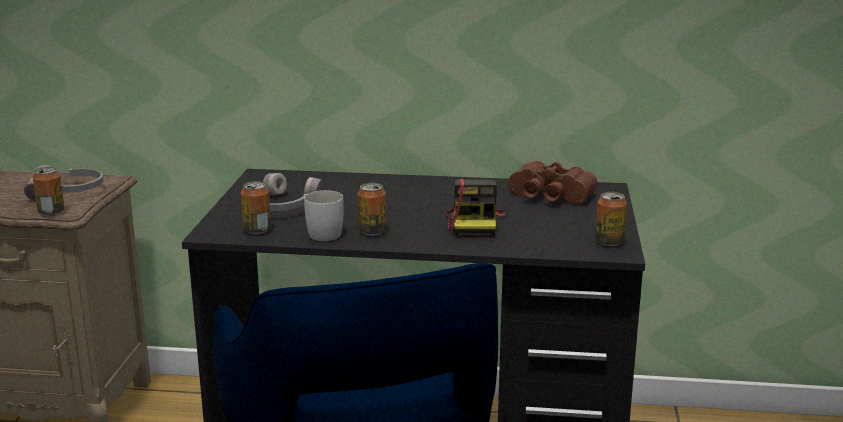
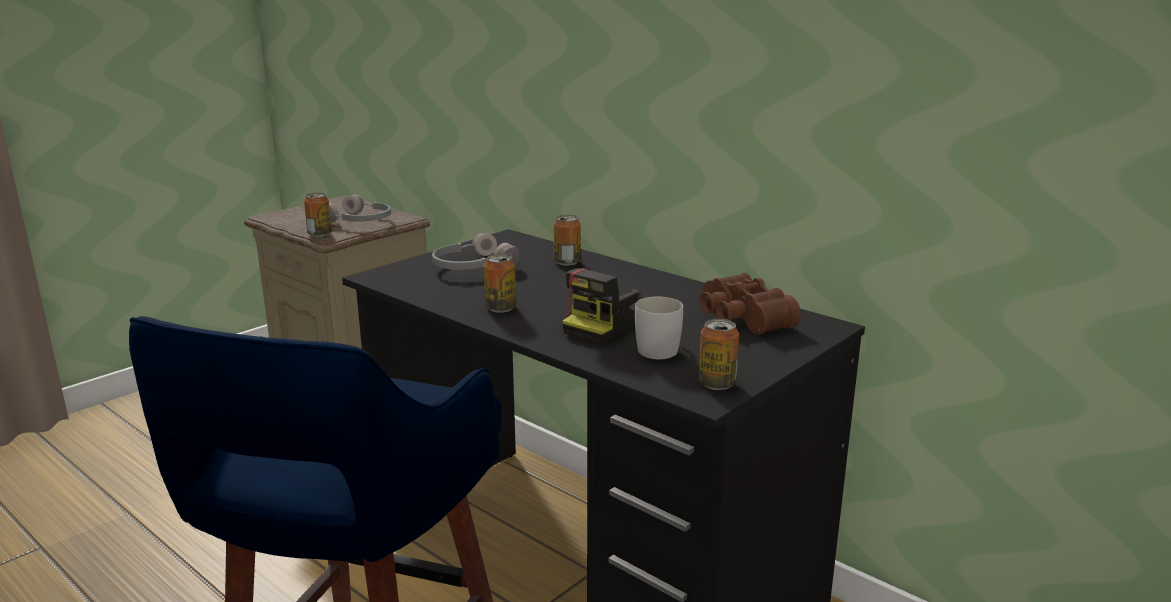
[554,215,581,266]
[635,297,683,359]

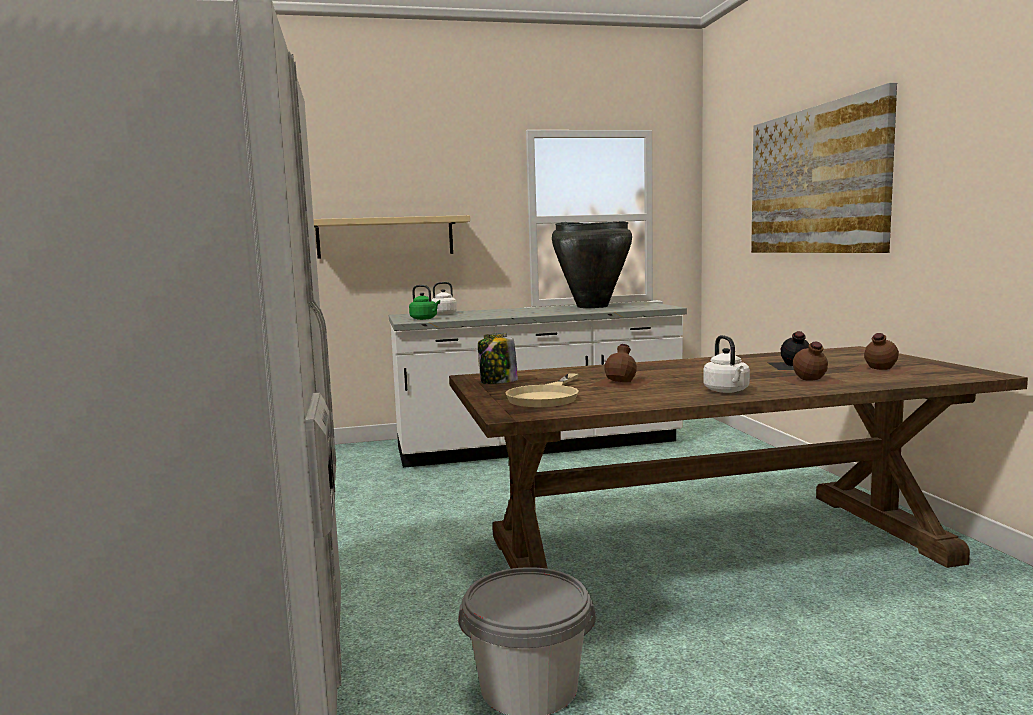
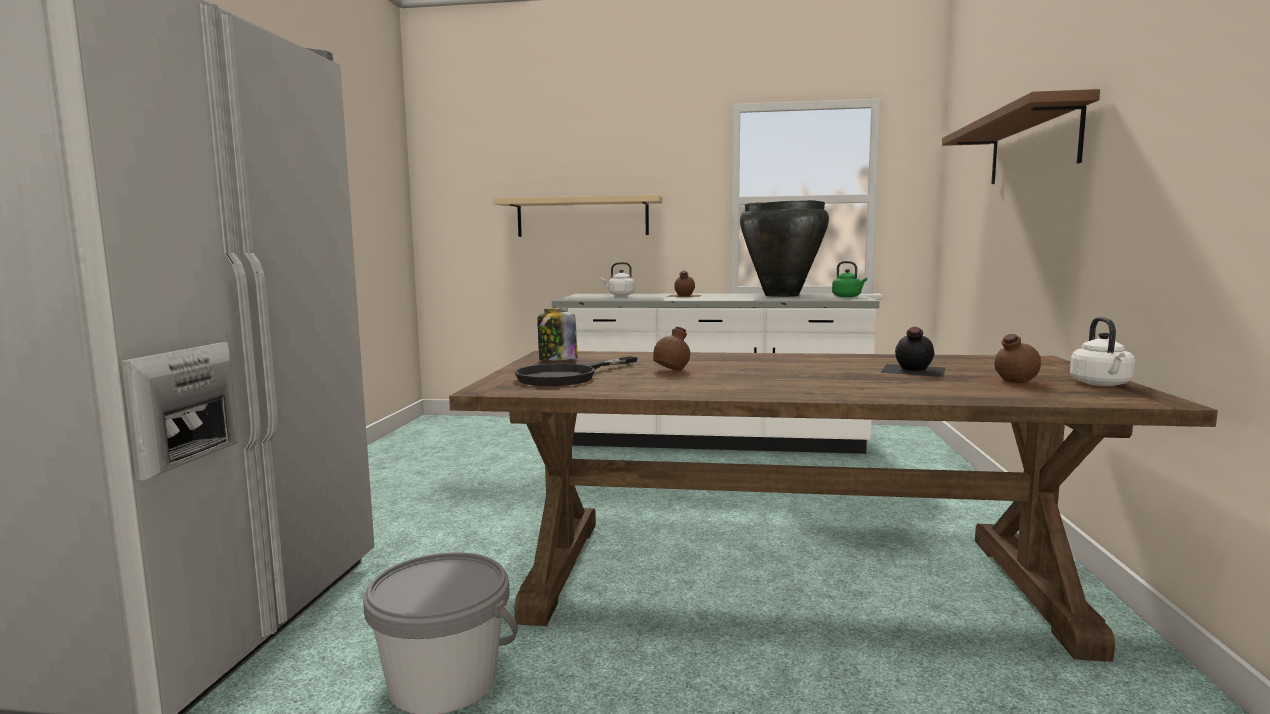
[515,356,638,386]
[667,271,701,297]
[832,261,867,297]
[942,89,1100,184]
[1070,317,1135,386]

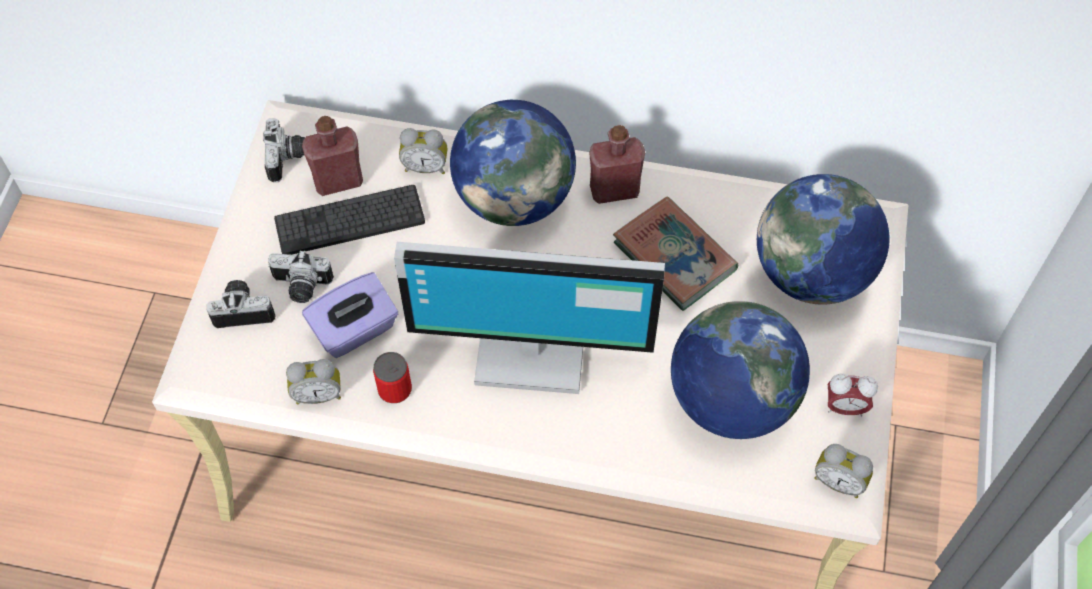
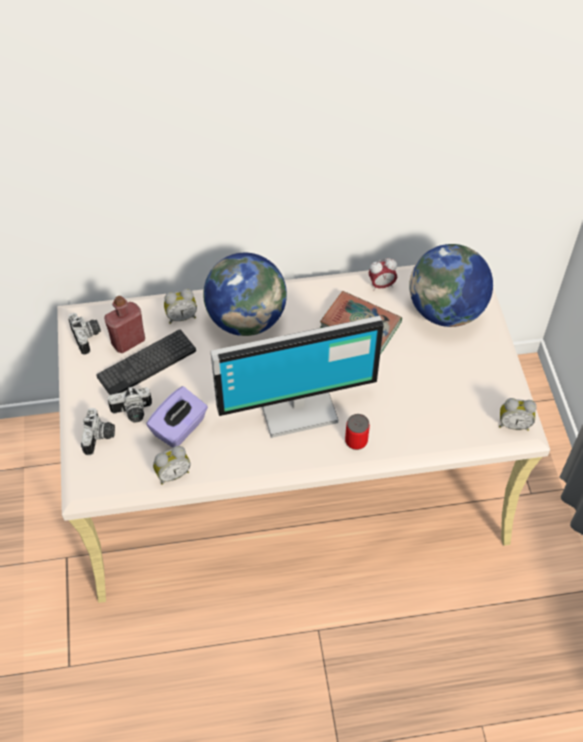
[81,408,115,455]
[345,414,370,450]
[369,258,397,291]
[589,125,645,204] (first image)
[671,301,810,439] (first image)

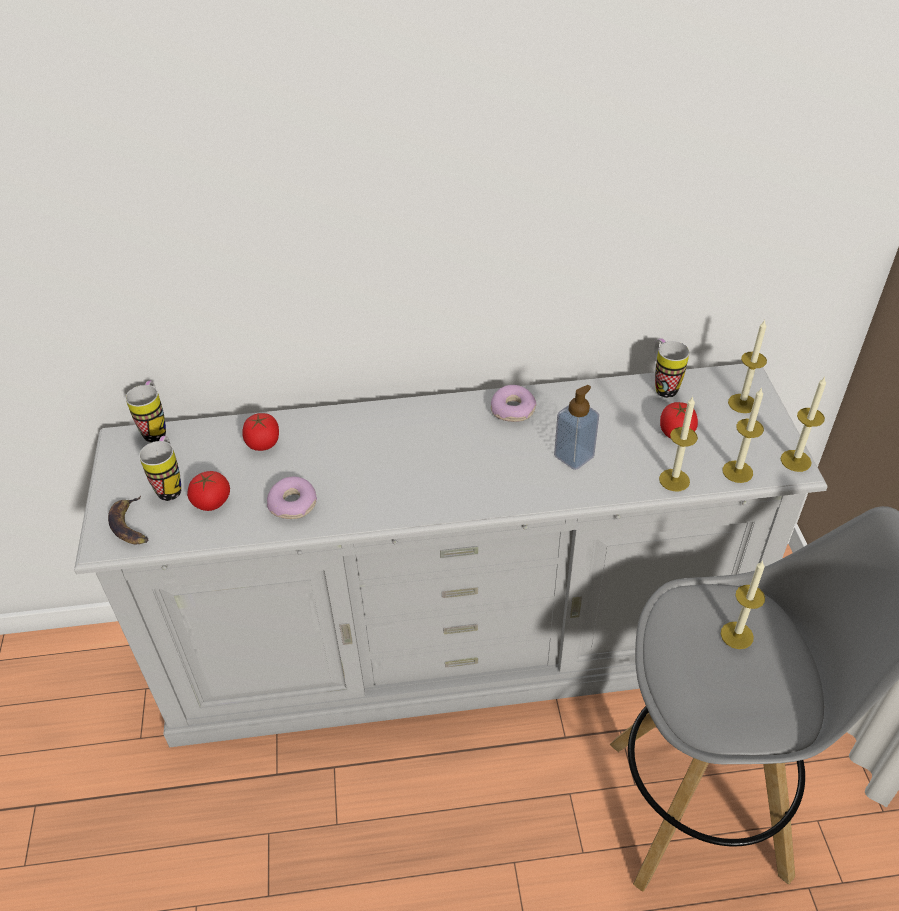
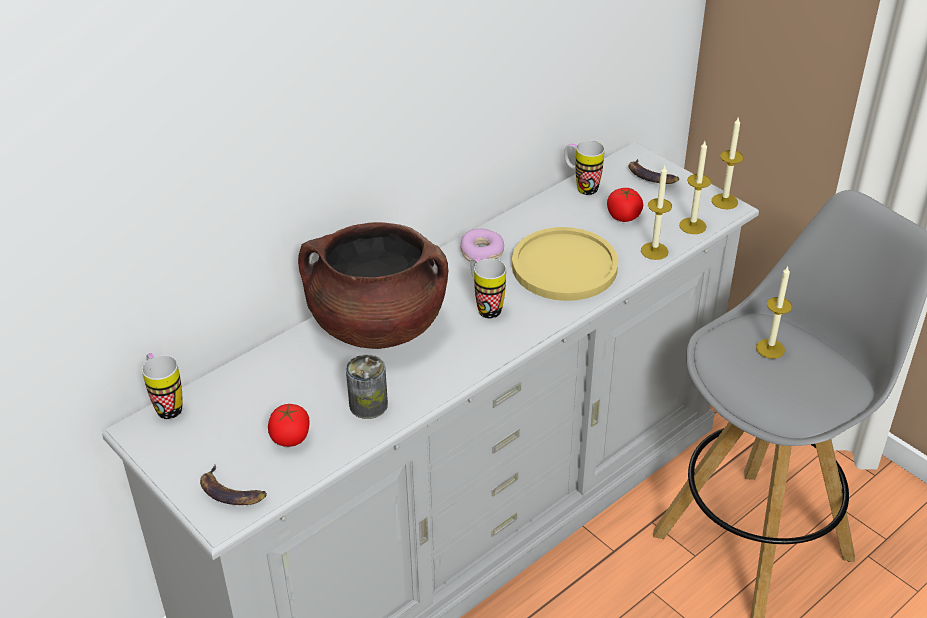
[298,222,448,349]
[346,354,388,419]
[471,258,506,319]
[512,227,618,301]
[629,159,679,184]
[242,413,279,451] (first image)

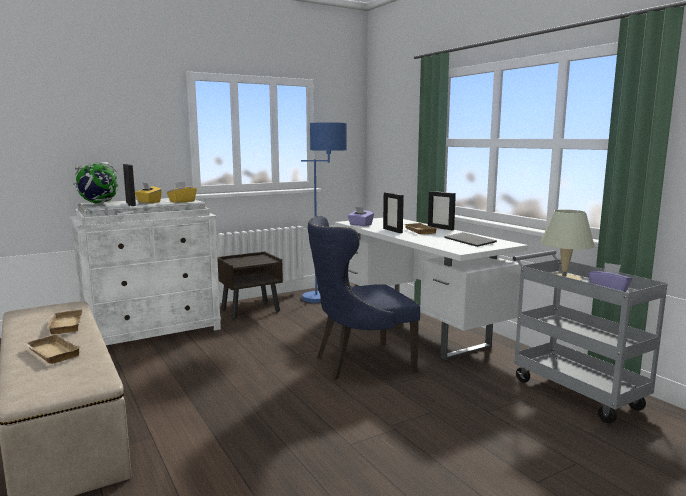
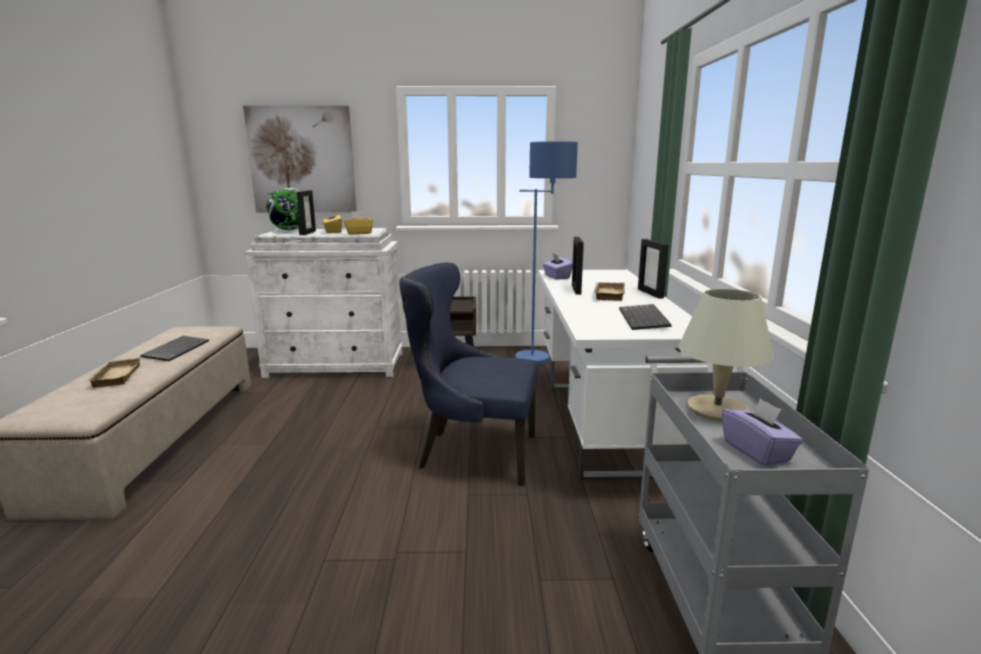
[140,336,209,361]
[243,106,356,212]

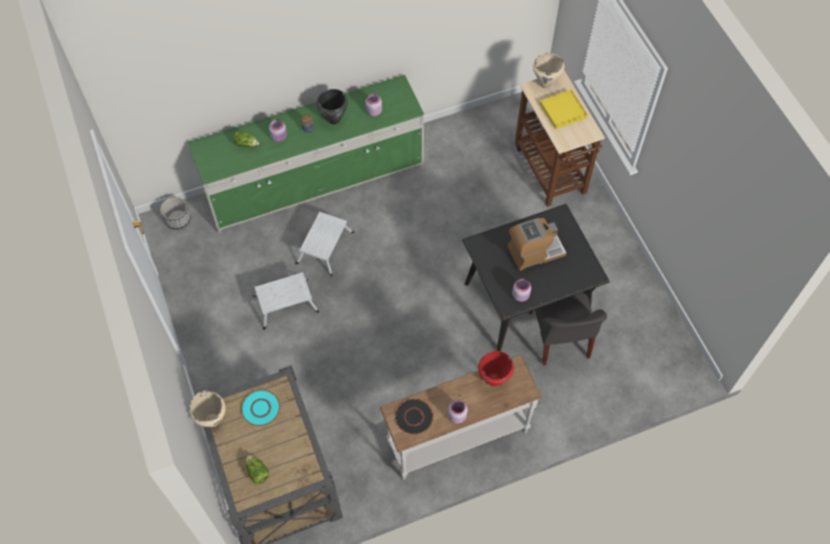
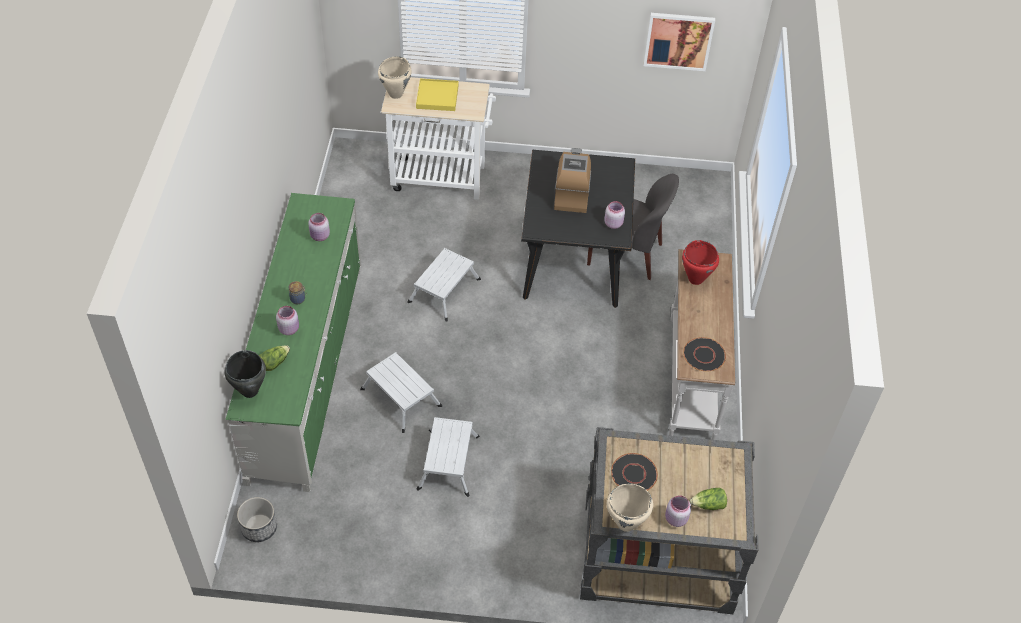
[225,350,266,398]
[381,77,496,200]
[407,248,481,321]
[611,453,658,491]
[644,13,715,71]
[665,495,691,527]

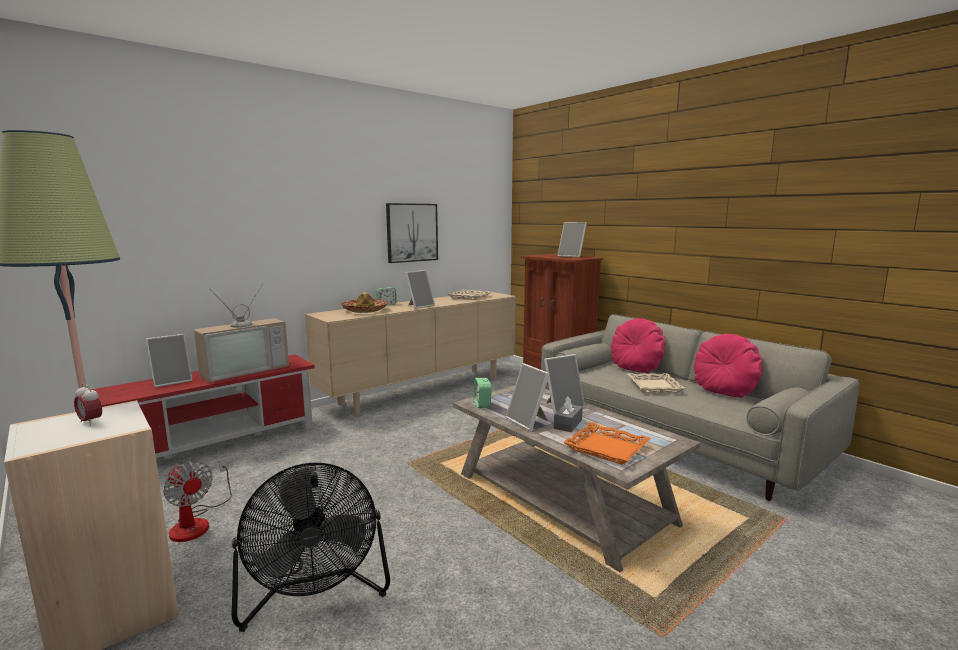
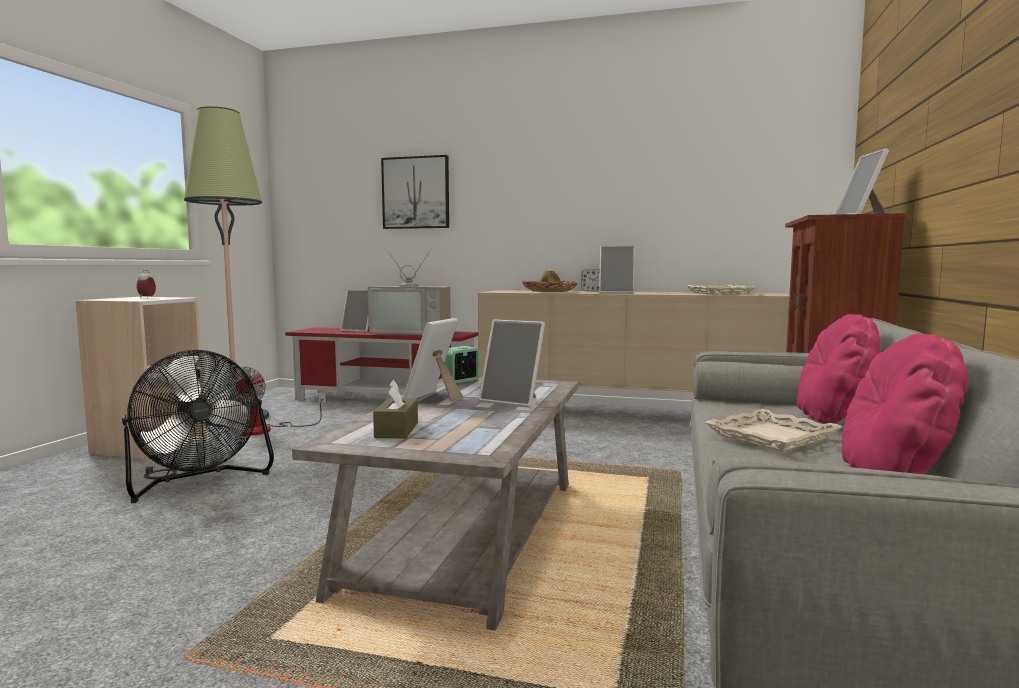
[122,350,274,503]
[373,380,418,438]
[381,155,449,229]
[554,396,583,432] (first image)

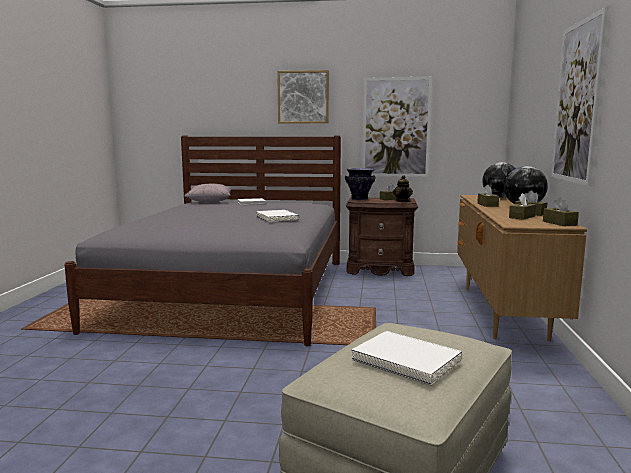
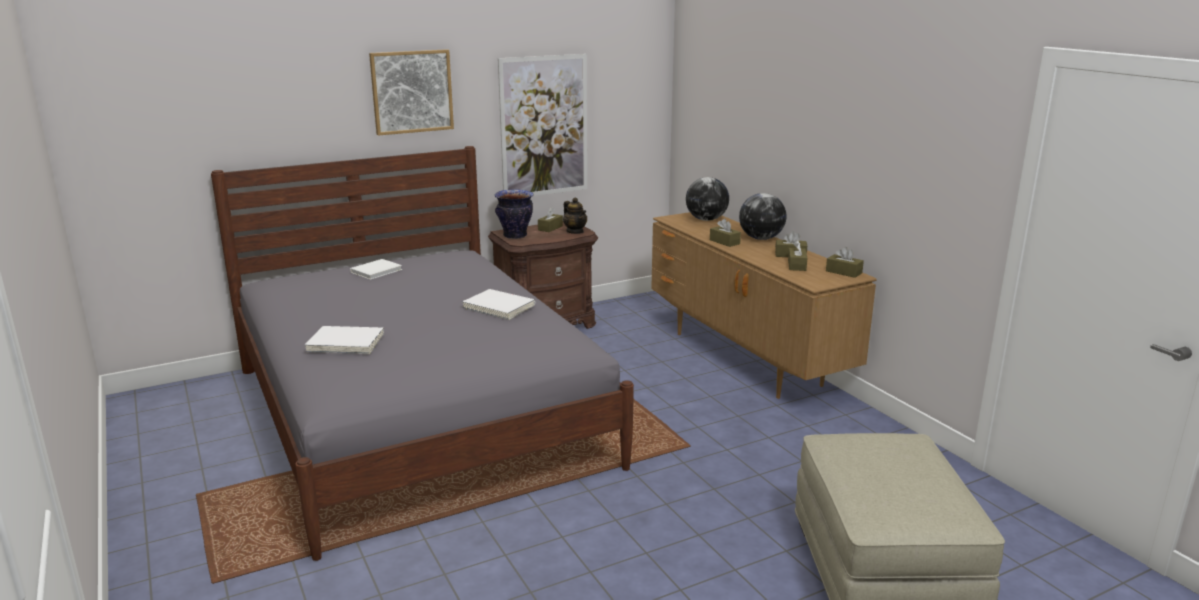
[305,326,384,354]
[184,183,231,202] (first image)
[551,7,608,186] (first image)

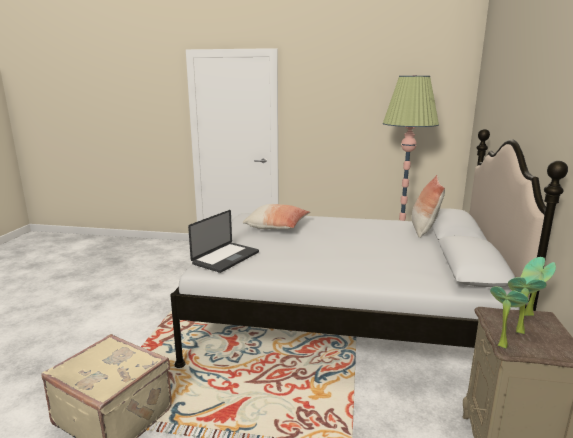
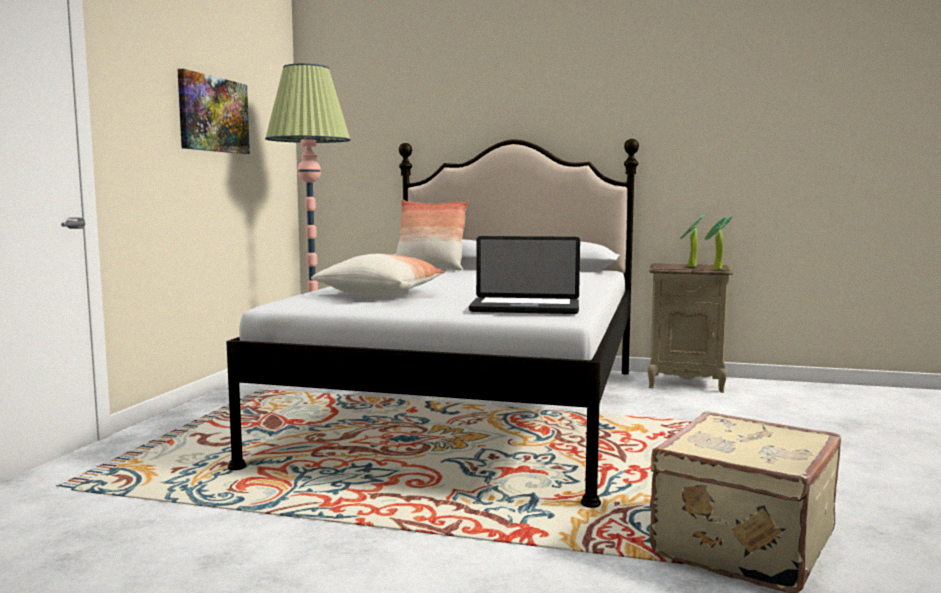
[177,69,250,154]
[469,236,580,314]
[521,257,556,316] (first image)

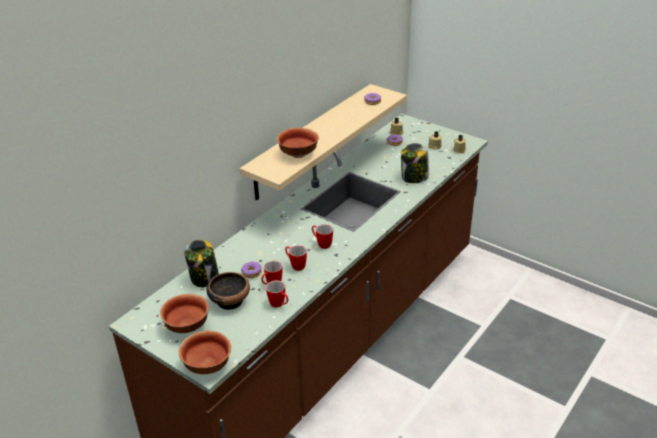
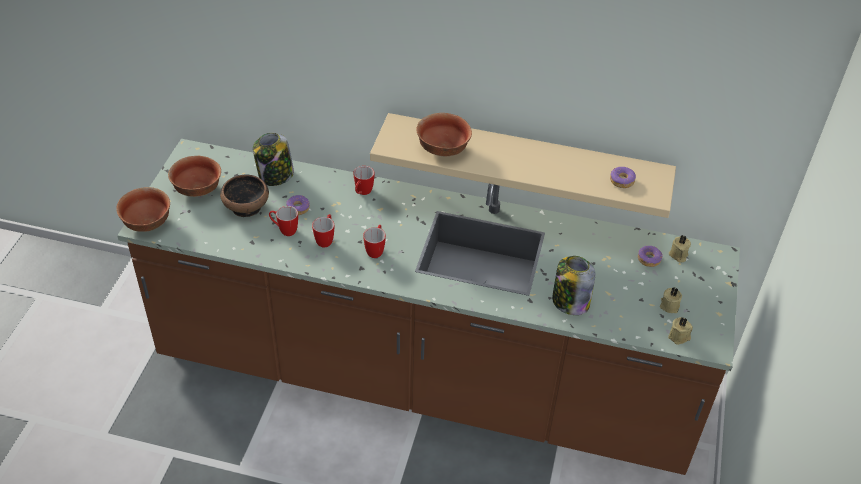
[353,166,374,195]

